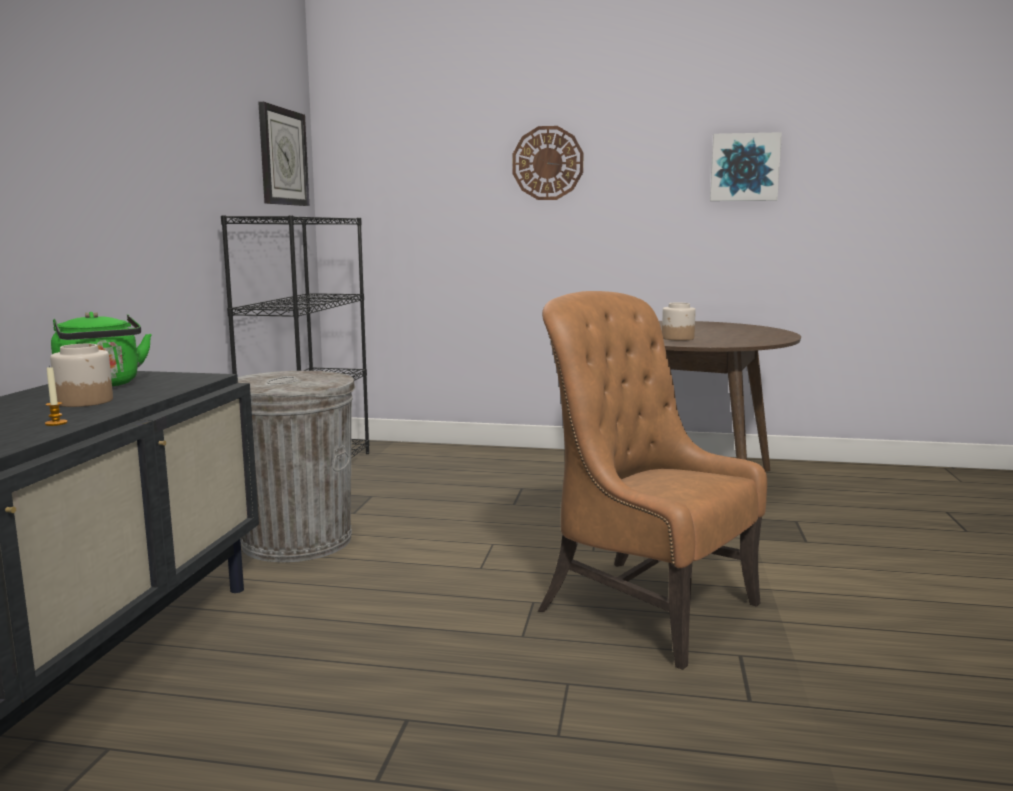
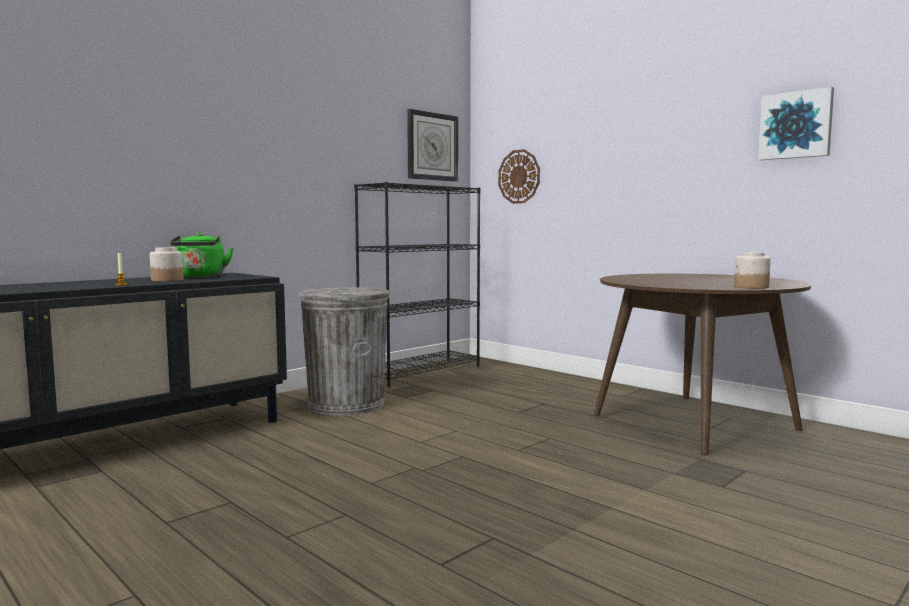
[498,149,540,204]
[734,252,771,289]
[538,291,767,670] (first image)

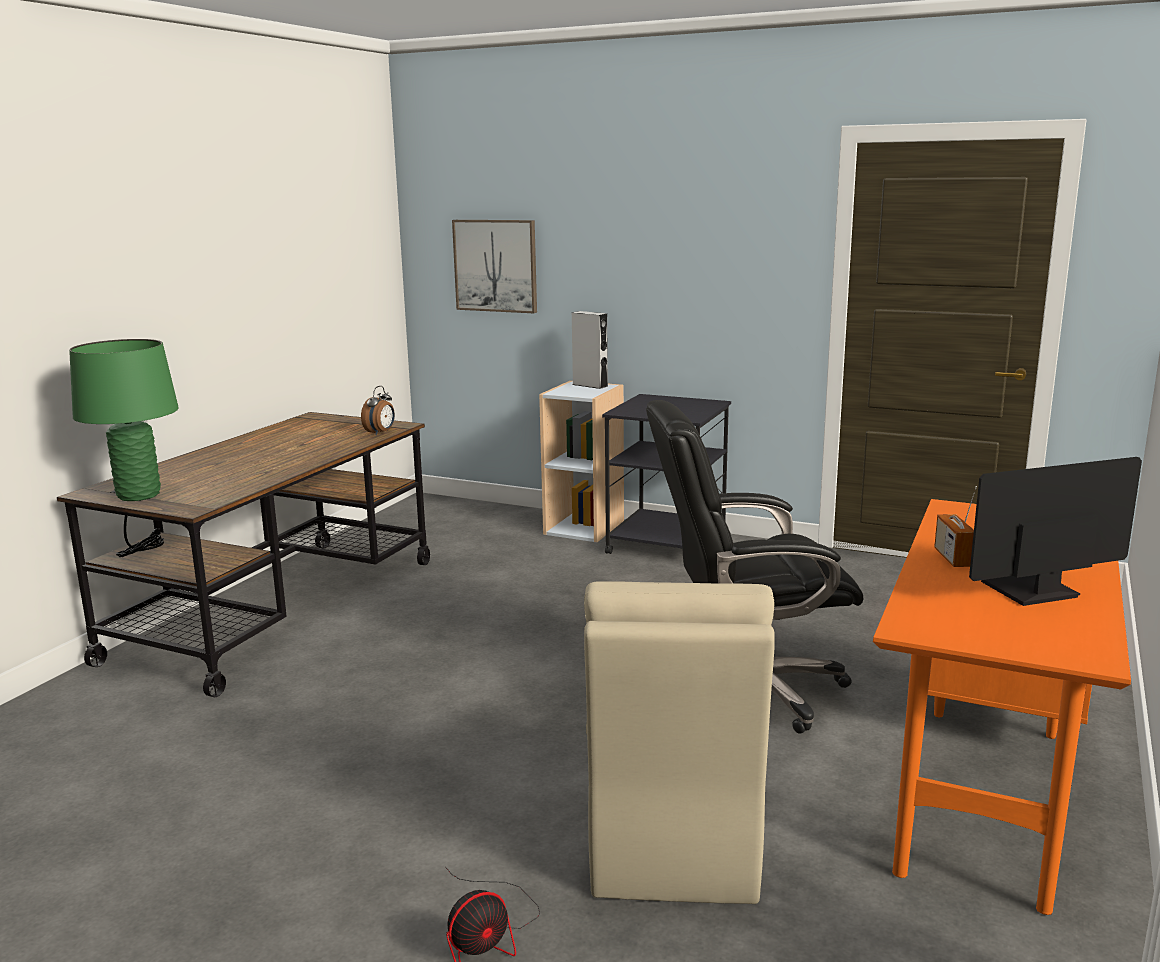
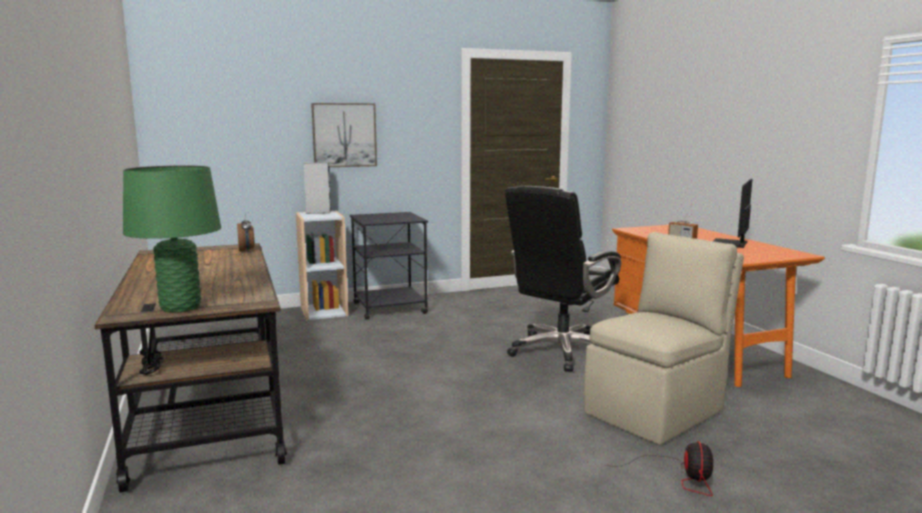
[311,103,377,167]
[584,232,744,445]

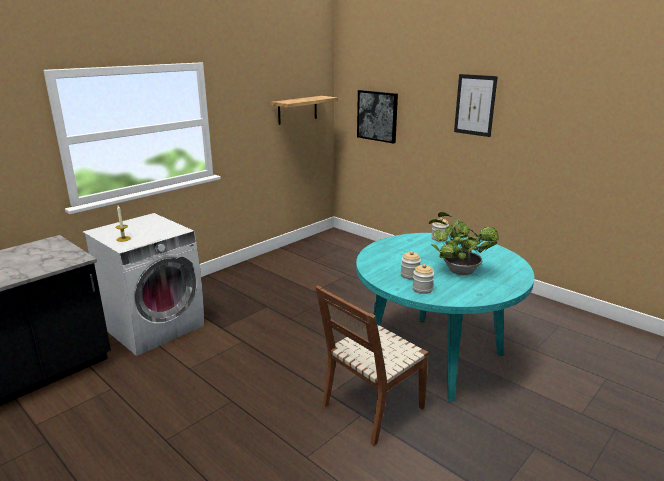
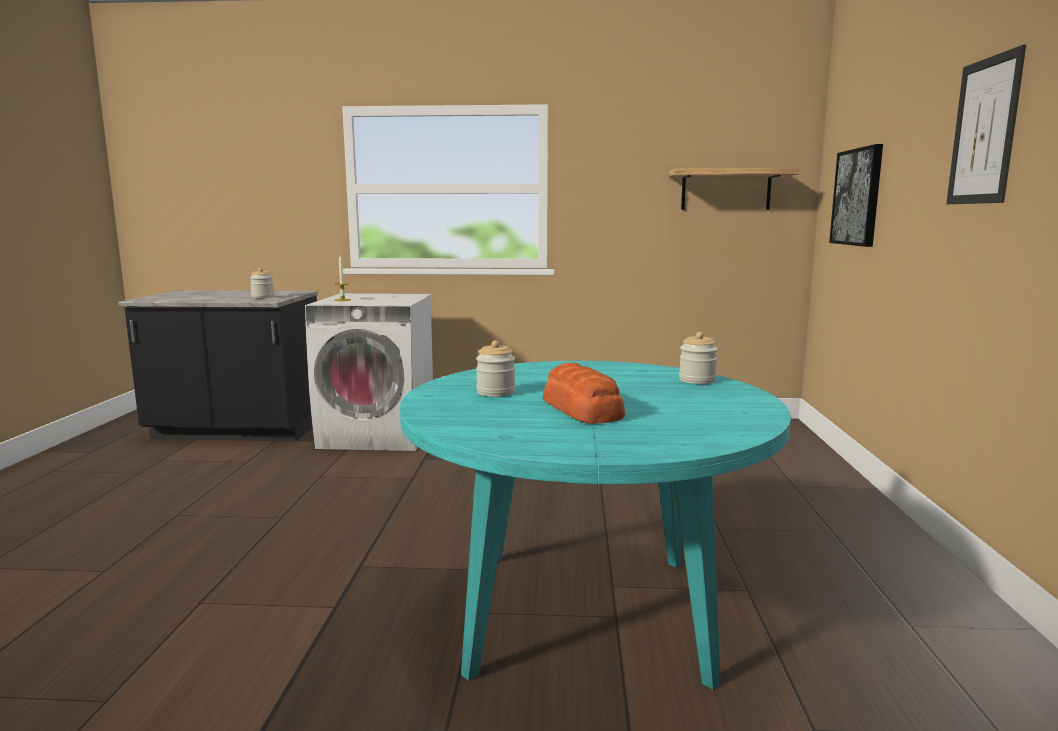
[250,268,274,298]
[543,363,625,424]
[316,285,428,446] (first image)

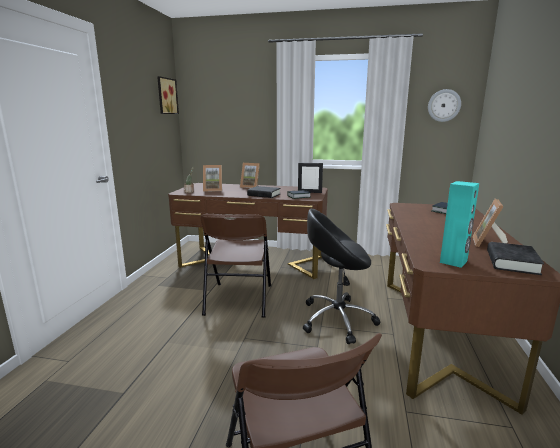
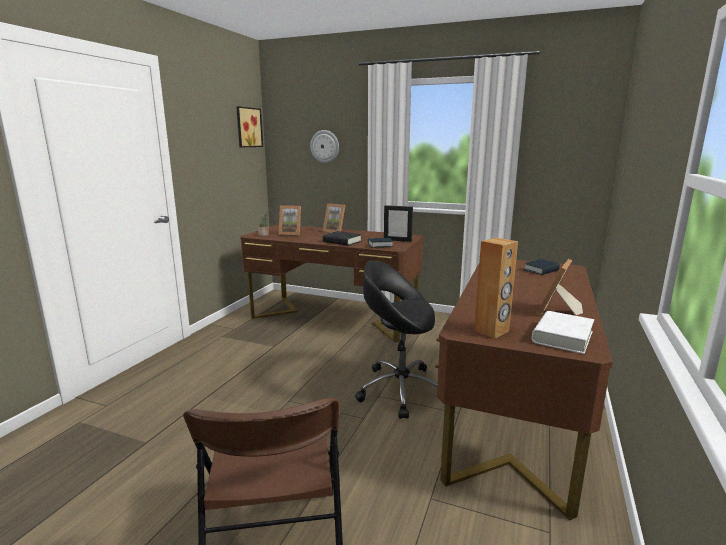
[310,130,339,163]
[474,238,518,338]
[532,311,594,354]
[201,214,271,318] (first image)

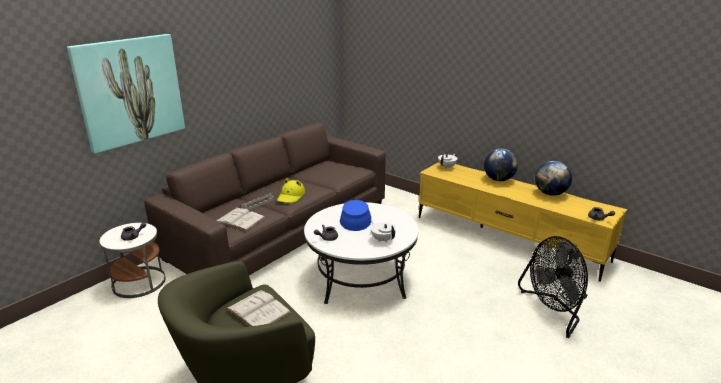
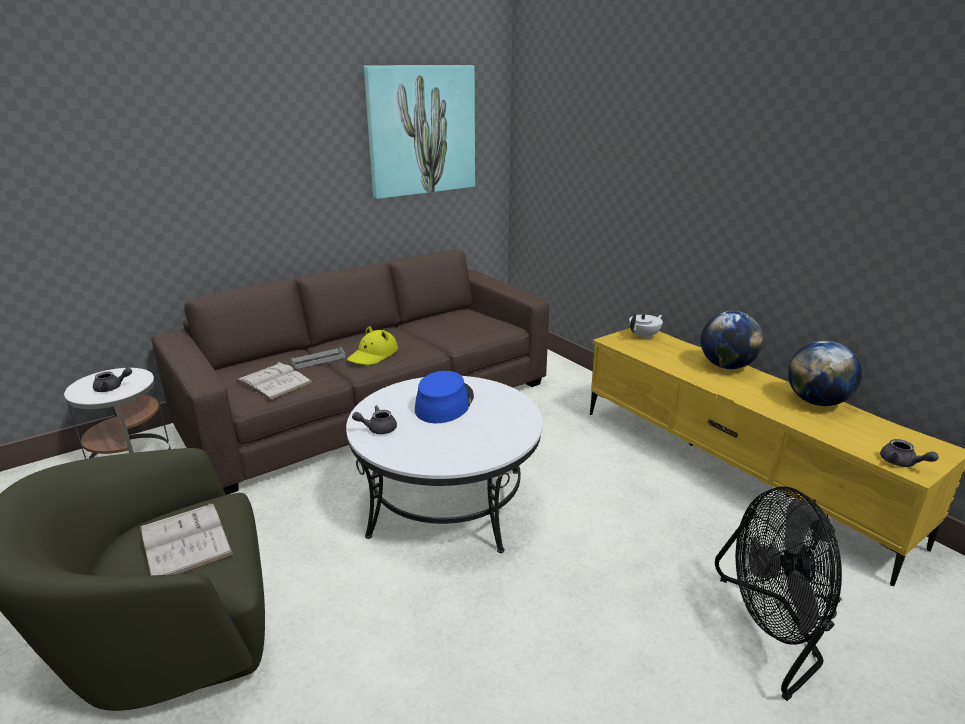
[364,65,475,199]
[370,221,396,242] (first image)

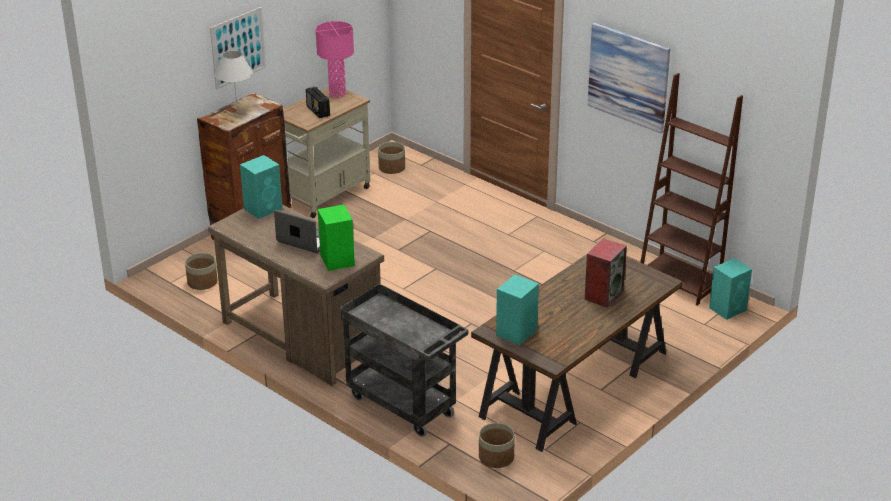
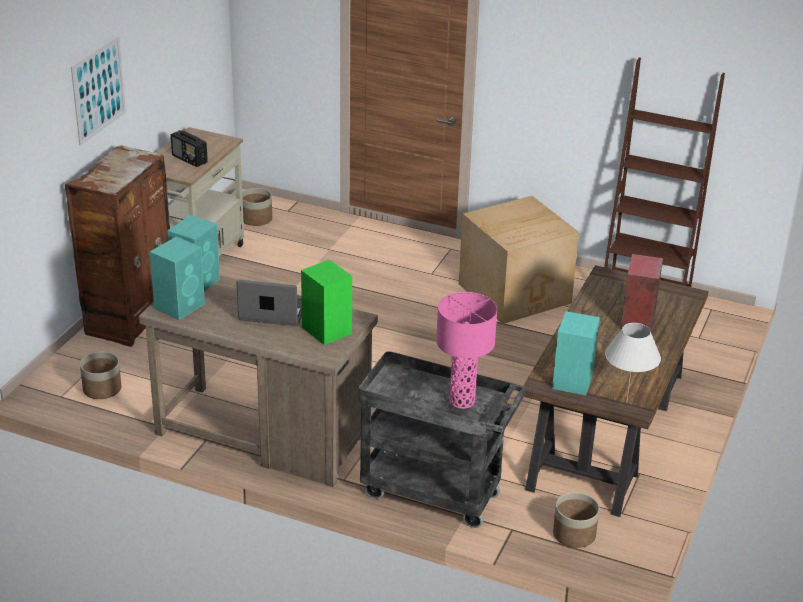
[150,236,205,320]
[436,292,497,409]
[459,196,579,324]
[605,323,661,403]
[588,23,670,134] (first image)

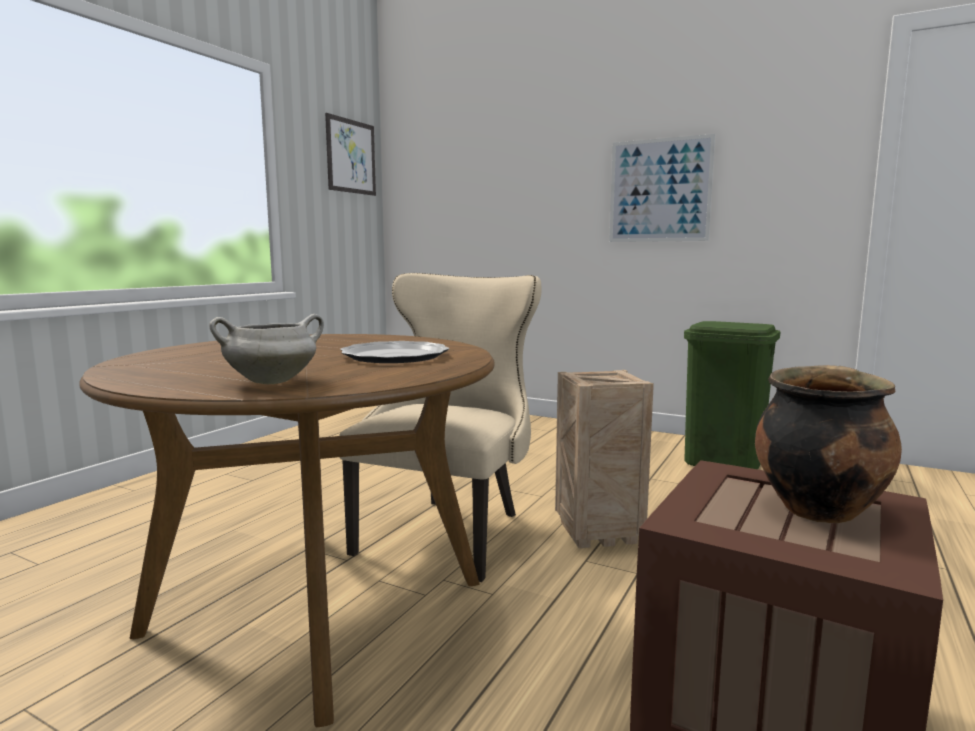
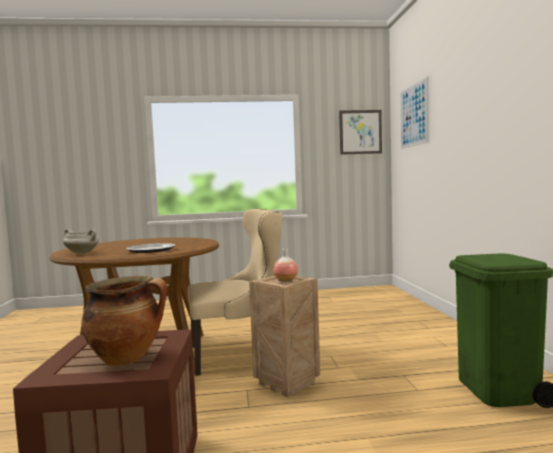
[273,248,298,282]
[400,77,429,149]

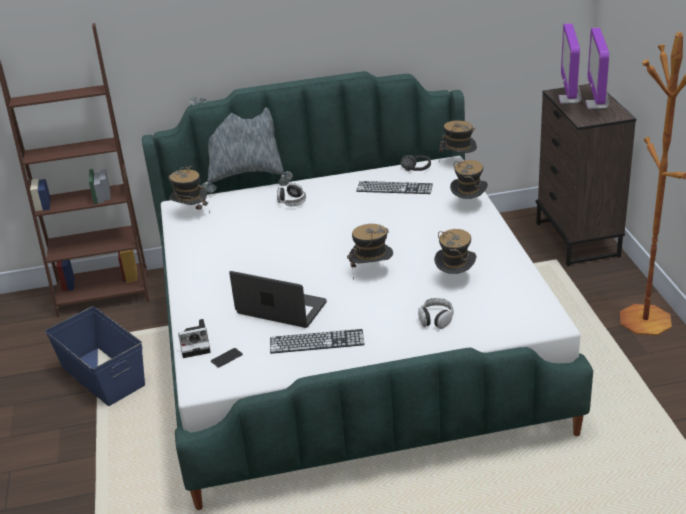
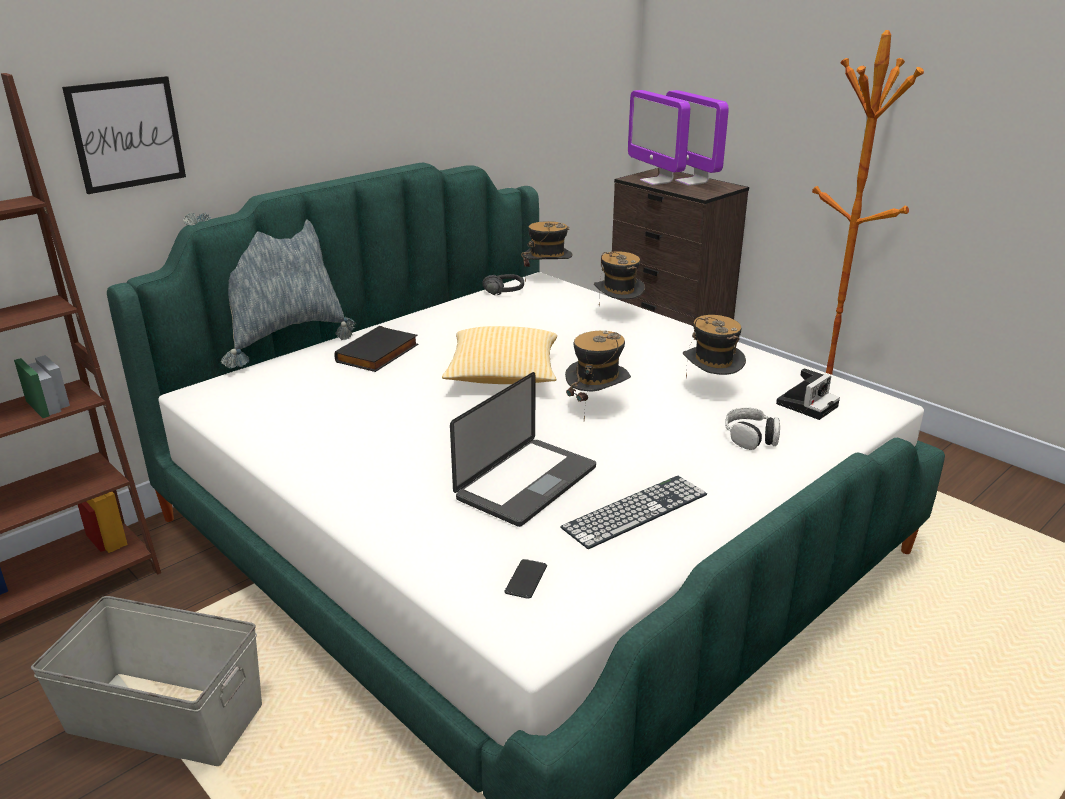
[31,596,262,766]
[62,76,186,194]
[334,326,418,372]
[442,326,557,384]
[450,372,596,527]
[776,368,840,420]
[168,166,210,213] (first image)
[356,181,433,194] (first image)

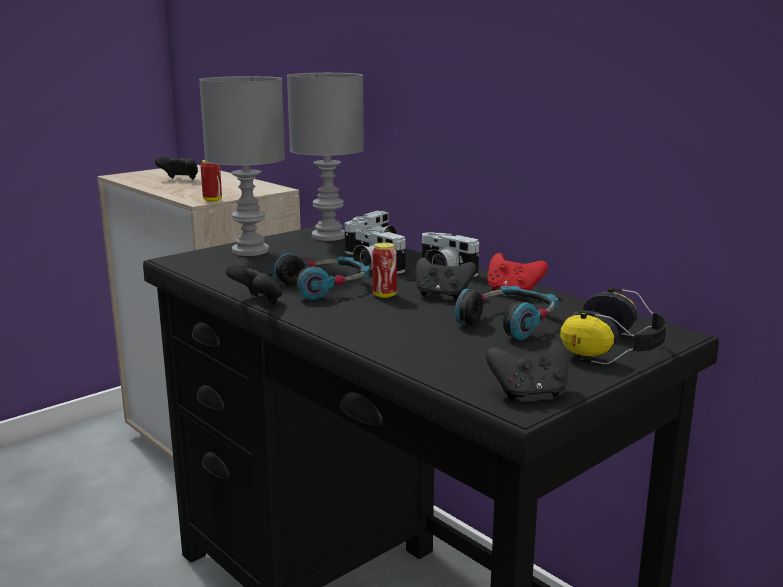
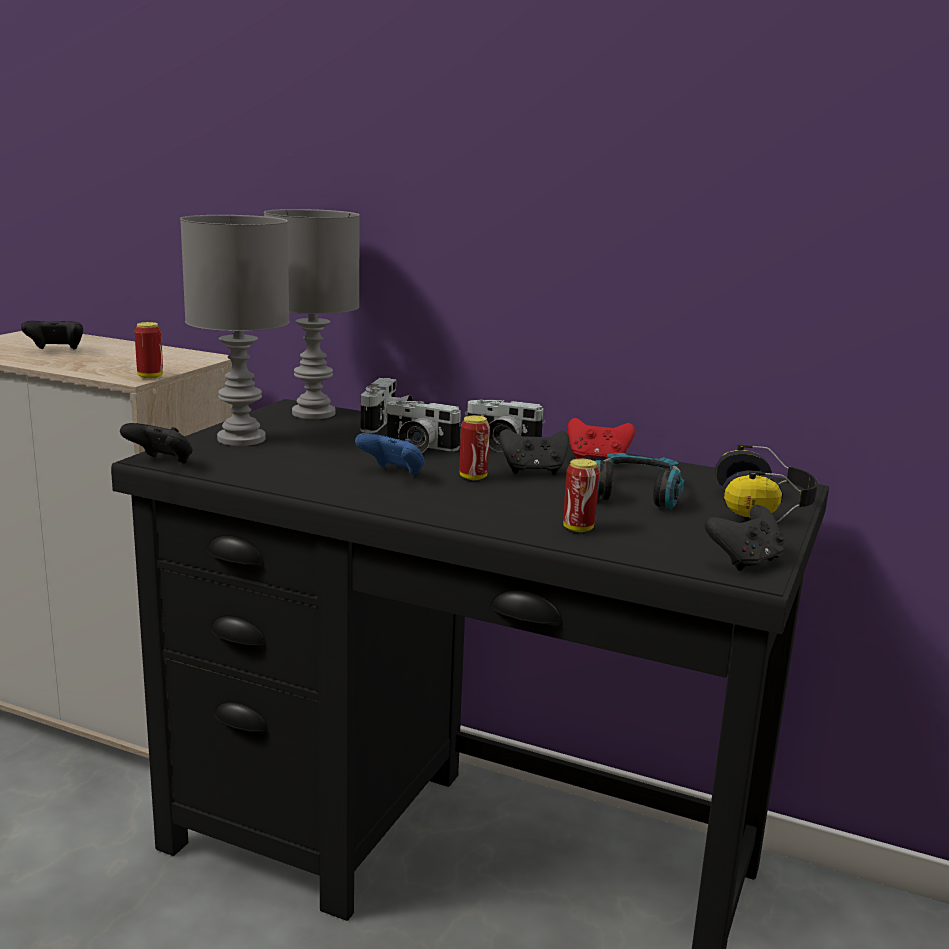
[120,423,193,464]
[355,433,425,476]
[563,458,599,532]

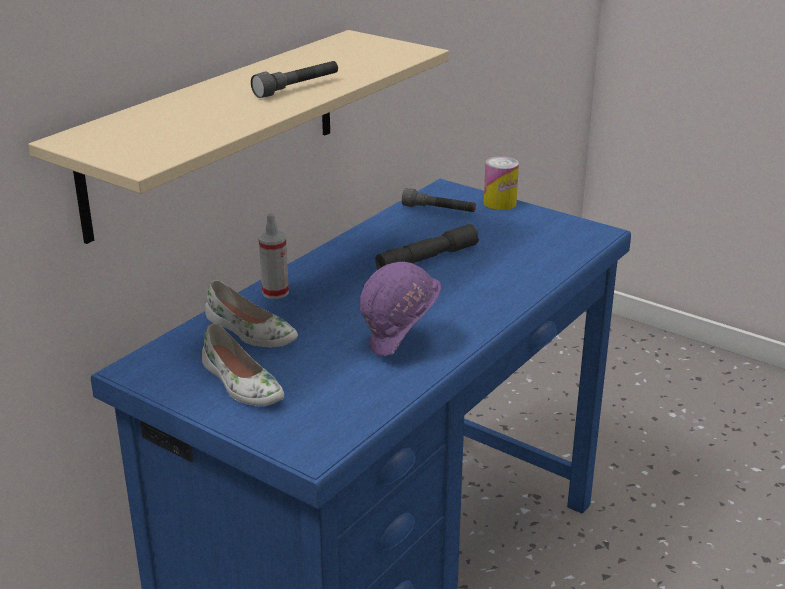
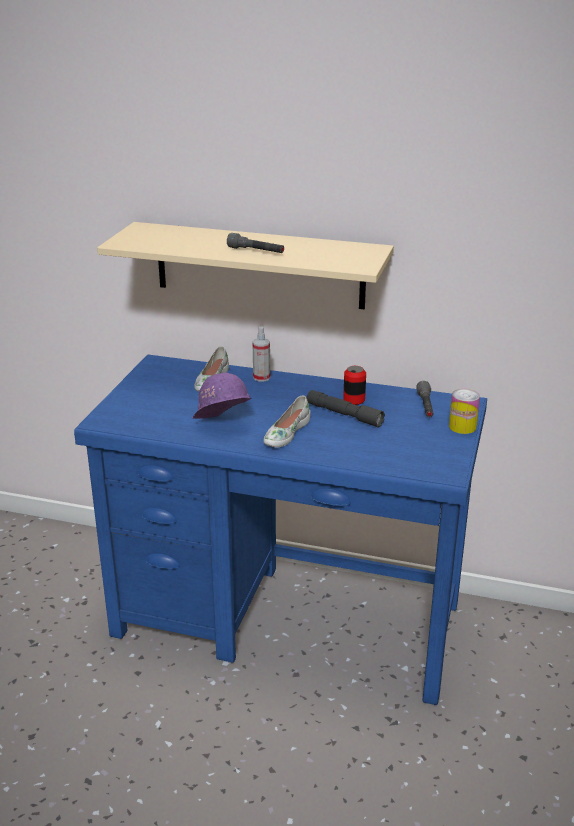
[264,395,311,447]
[343,366,366,405]

